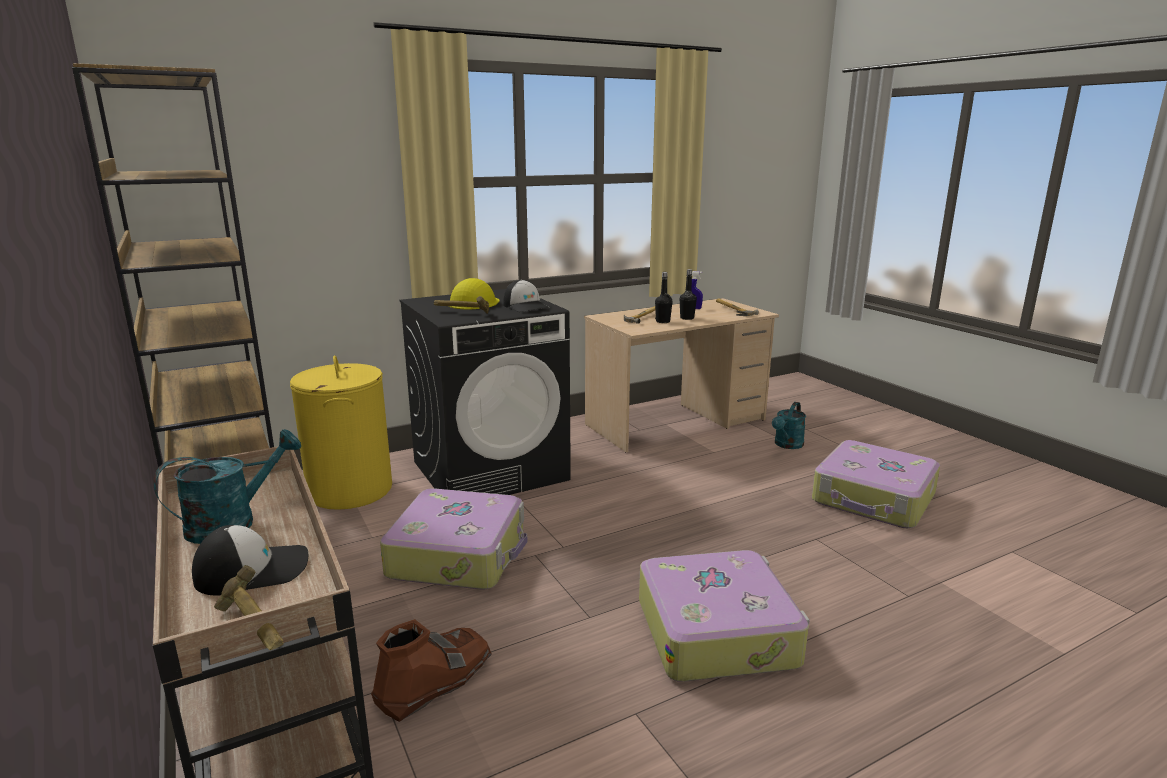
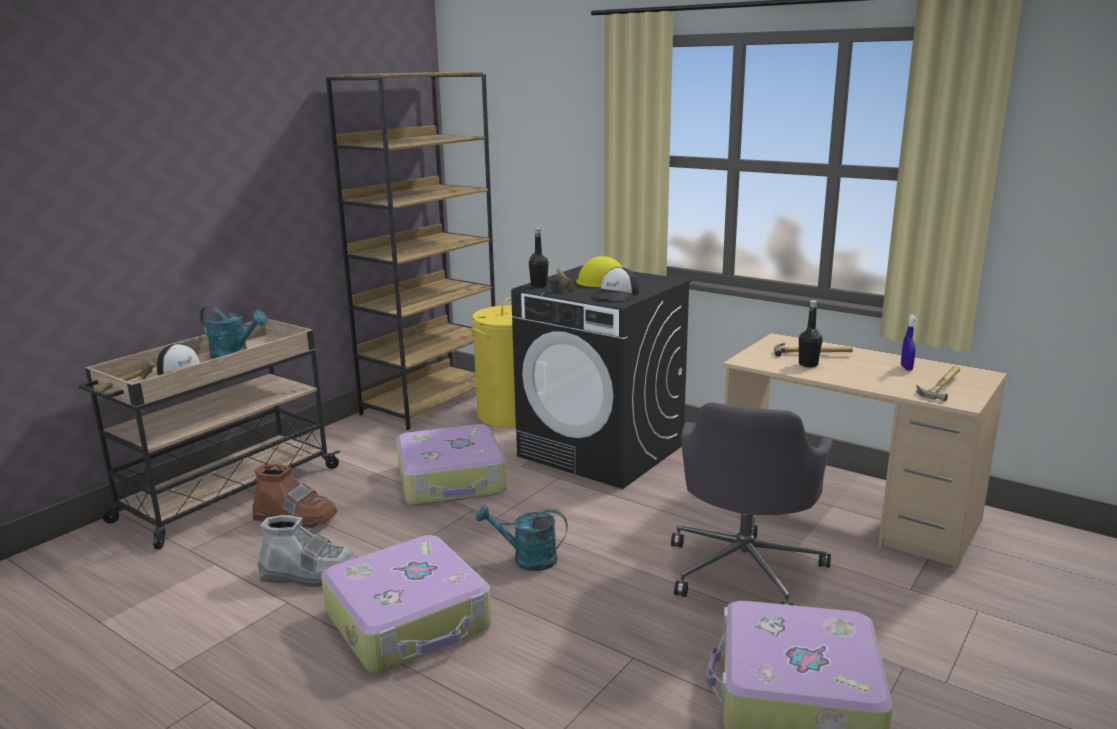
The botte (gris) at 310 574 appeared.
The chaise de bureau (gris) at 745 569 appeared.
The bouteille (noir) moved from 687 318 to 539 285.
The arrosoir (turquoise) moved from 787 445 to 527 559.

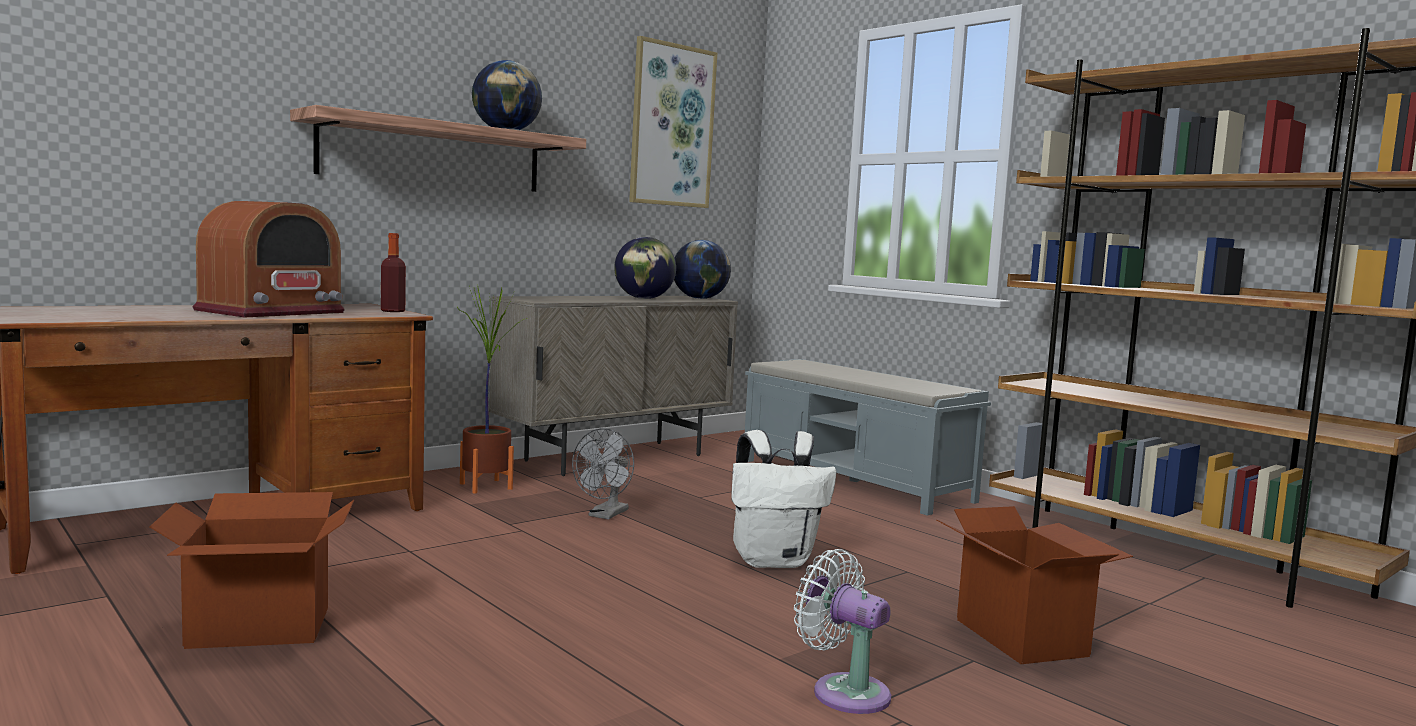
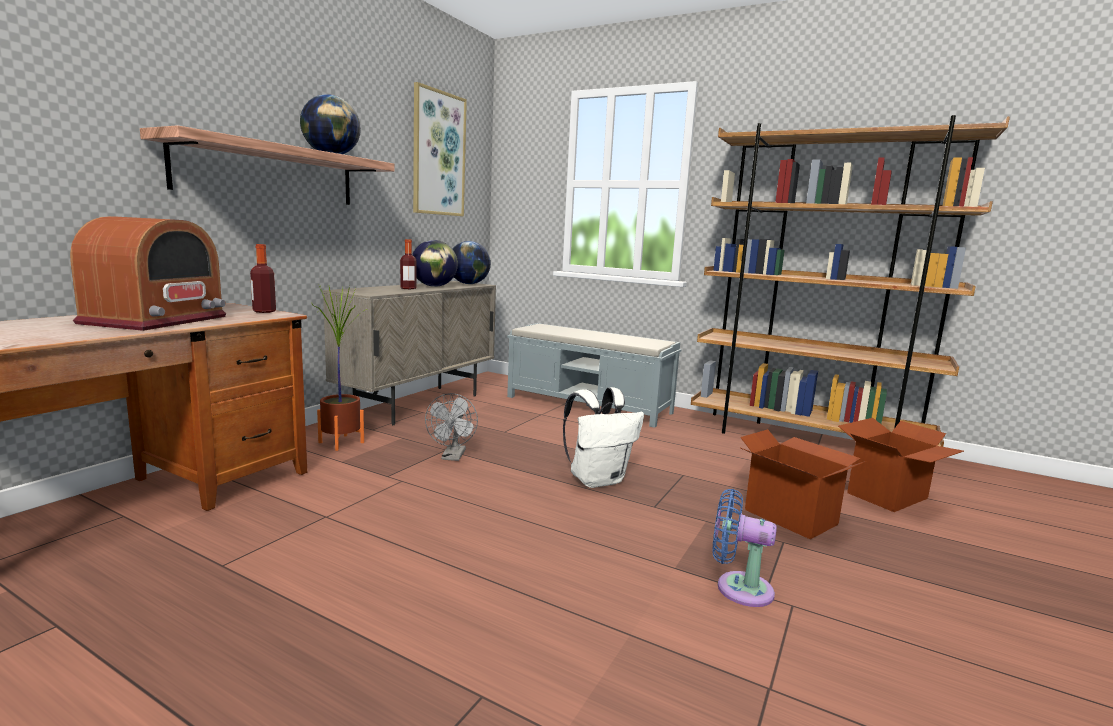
The bouteille at 408 288 appeared.
The carton moved from 259 629 to 888 496.
The ventilateur (blanc) at 844 691 became the ventilateur (bleu) at 738 588.

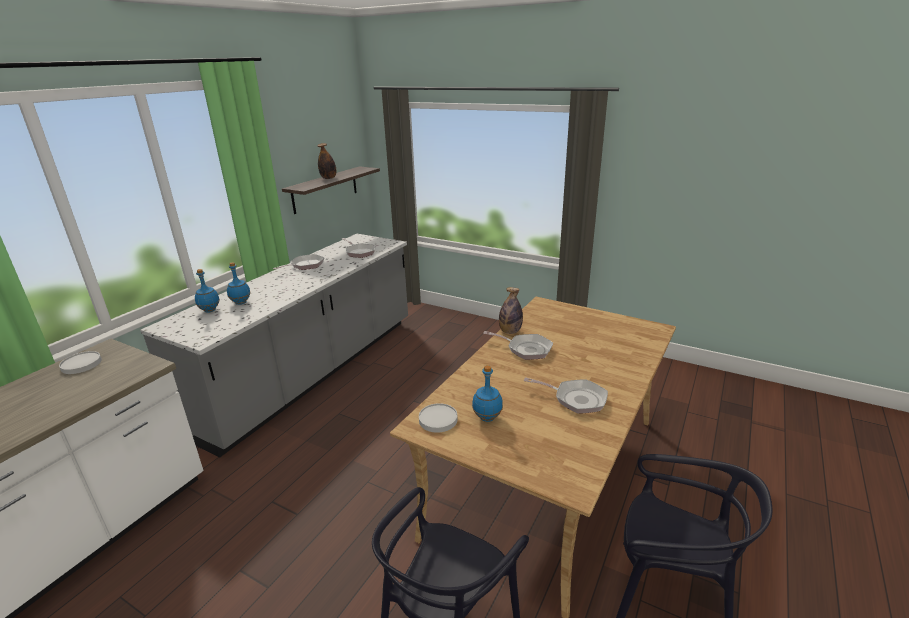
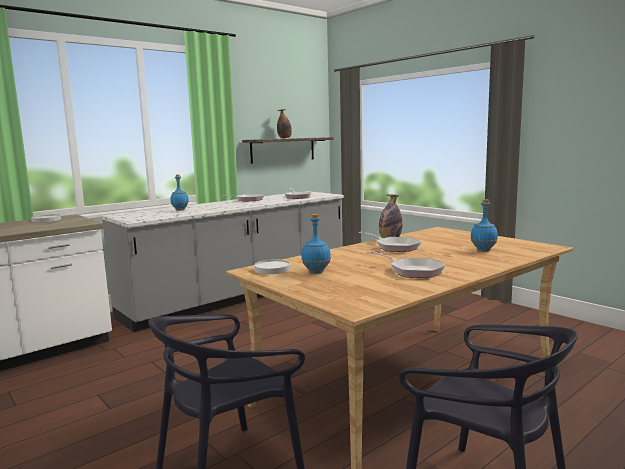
The bouteille (bleu) moved from 210 310 to 483 250.

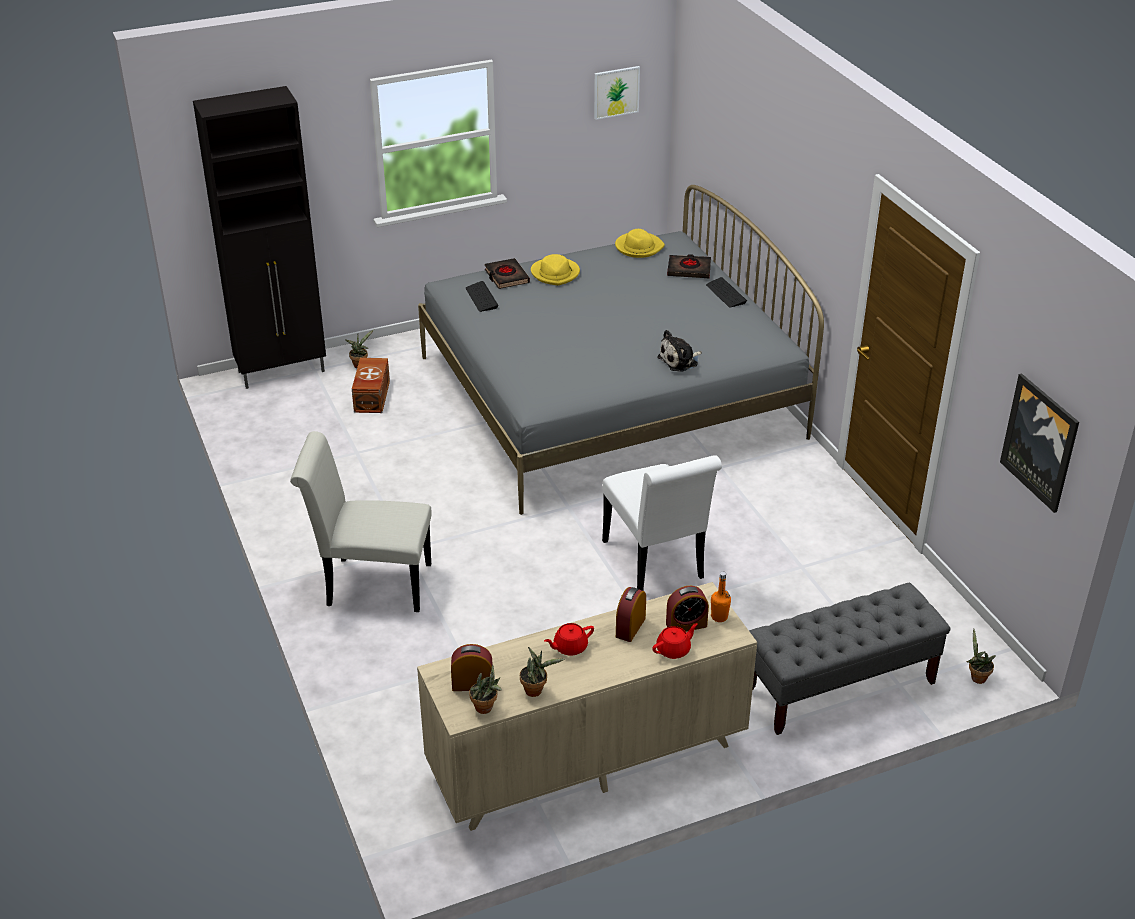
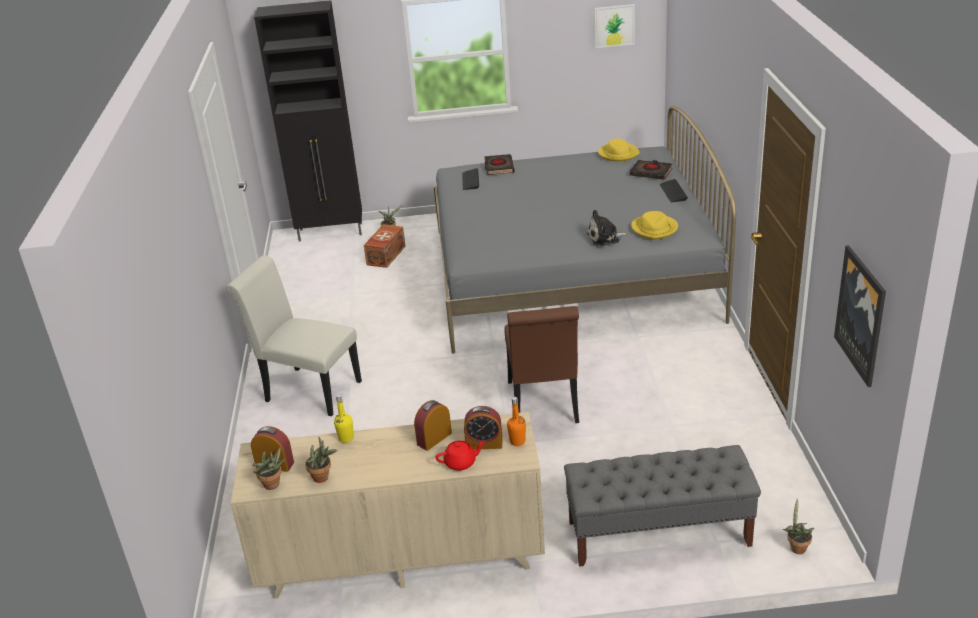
The théière (rouge) at 569 647 disappeared.
The bouteille (jaune) at 346 438 appeared.
The chapeau (jaune) moved from 555 273 to 655 229.
The chaise (blanc) at 656 564 became the chaise (marron) at 543 406.

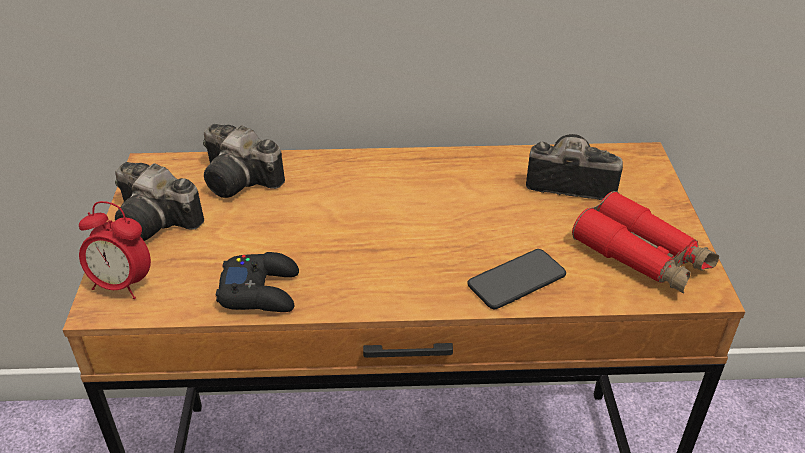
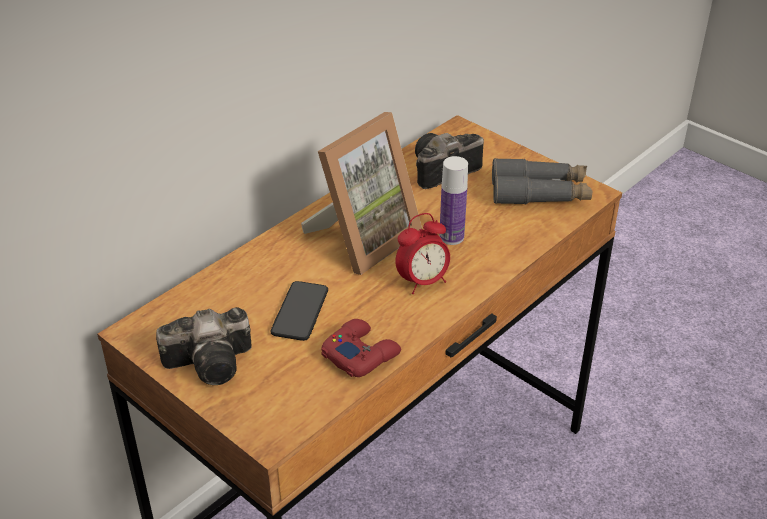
The appareil photo at 242 181 disappeared.
The cadre photo at 363 238 appeared.
The bouteille at 451 237 appeared.
The réveil moved from 122 285 to 423 282.
The téléphone moved from 516 280 to 300 312.
The manette (noir) at 261 291 became the manette (rouge) at 360 354.
The jumelles (rouge) at 642 257 became the jumelles (gris) at 540 193.

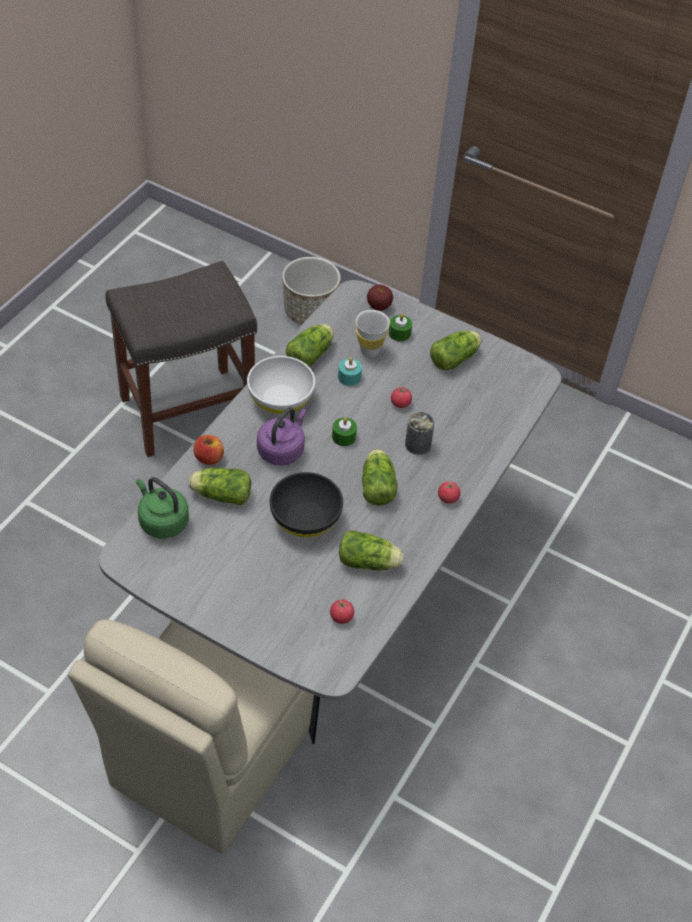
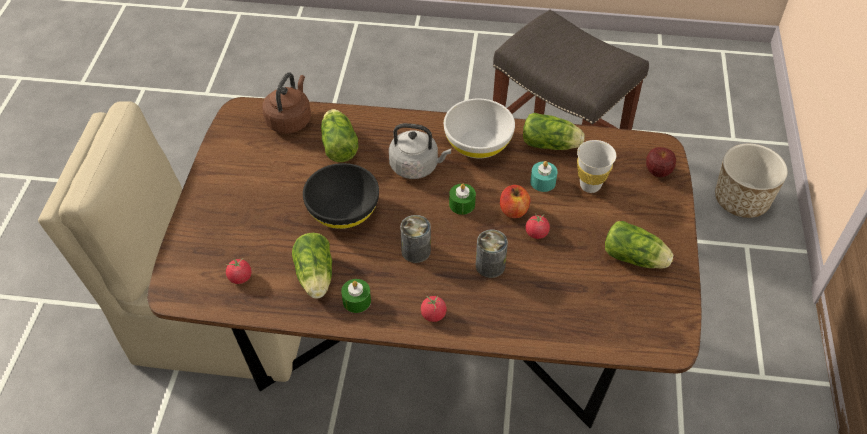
The pomme moved from 209 458 to 514 210.
The bougie (vert) moved from 399 333 to 356 301.
The laitue at 377 485 was replaced by the boîte métallique at 416 251.
The table à manger (gris) at 335 587 became the table à manger (marron) at 432 345.
The bouilloire (vert) at 162 521 became the bouilloire (marron) at 290 120.
The bouilloire (violet) at 282 450 became the bouilloire (gris) at 416 166.

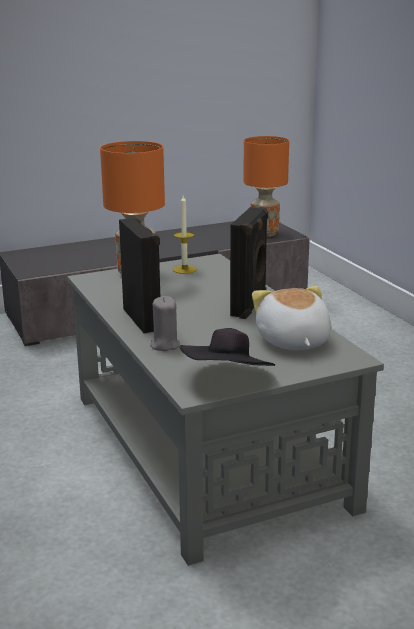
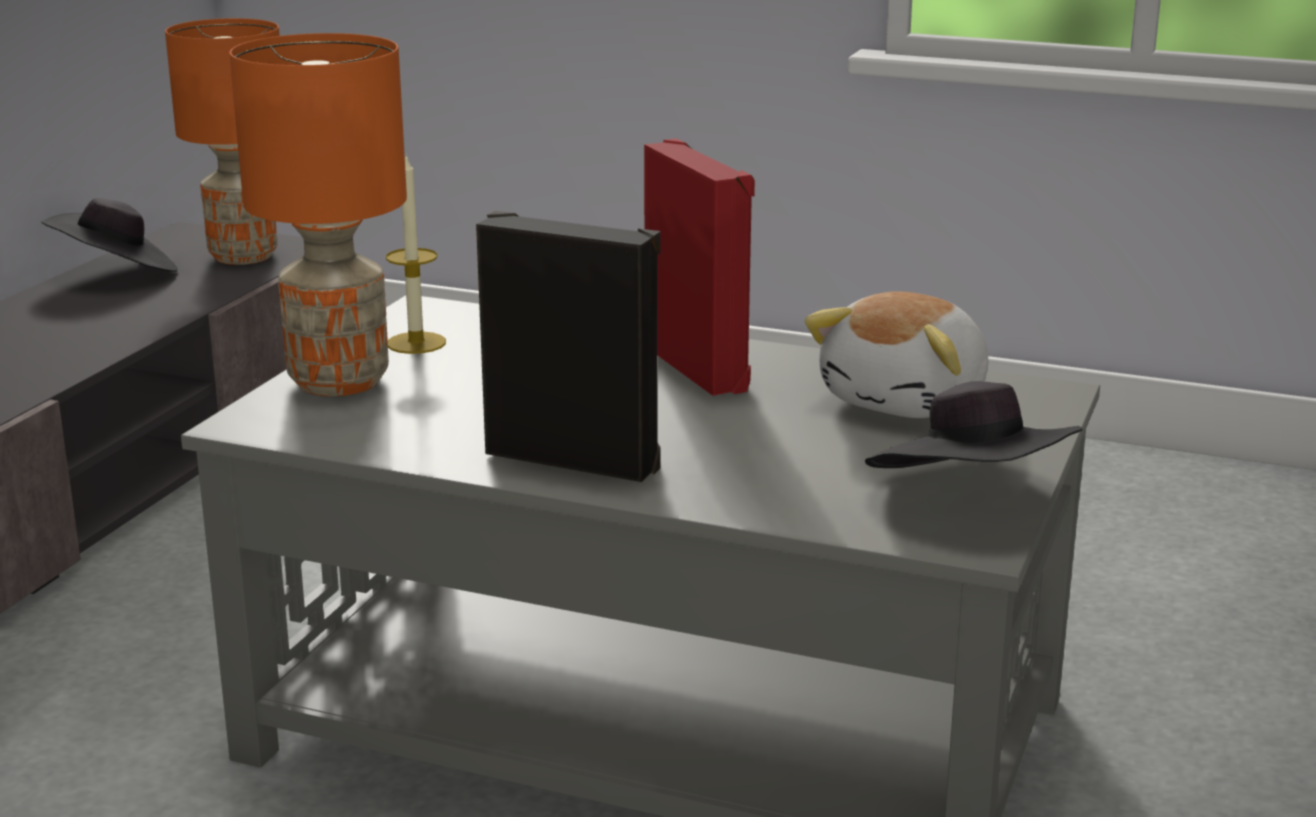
The bougie (gris) at 164 345 disappeared.
The chapeau (noir) at 117 273 appeared.
The enceinte (noir) at 250 306 became the enceinte (rouge) at 699 367.
The peluche at 292 341 turned 90 degrees counterclockwise.

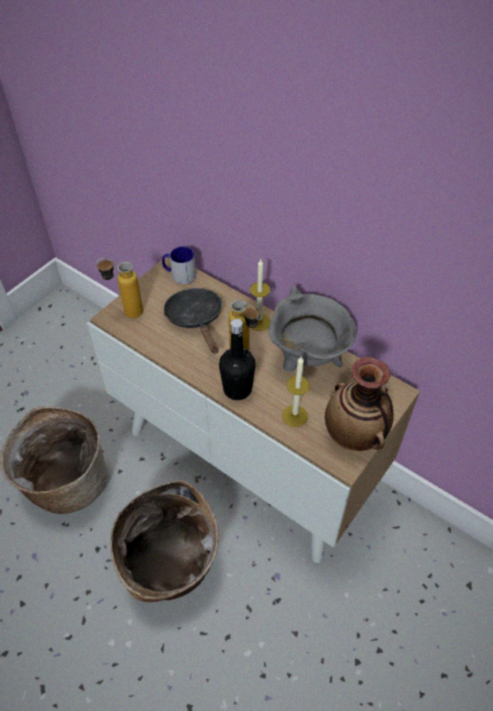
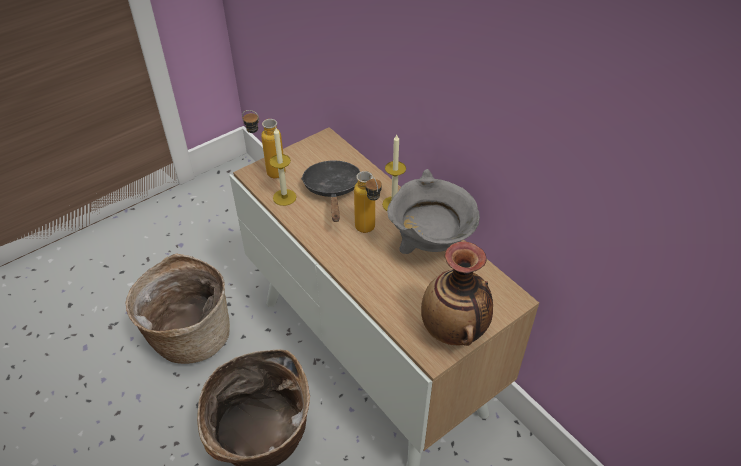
The mug at 179 275 disappeared.
The bouteille (noir) at 237 389 disappeared.
The bougie moved from 294 416 to 284 197.

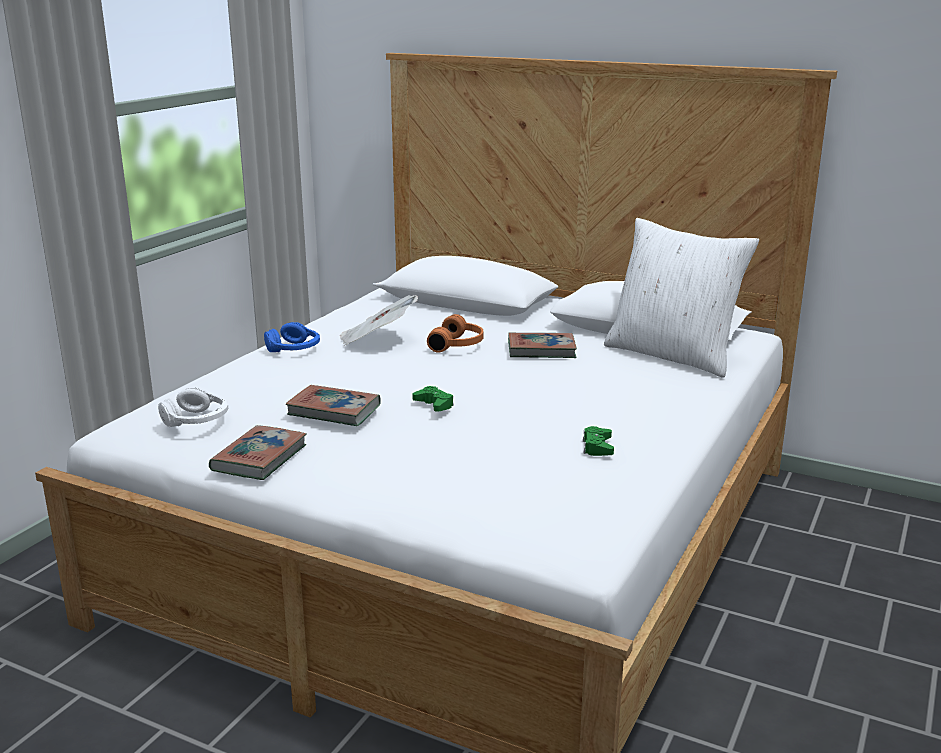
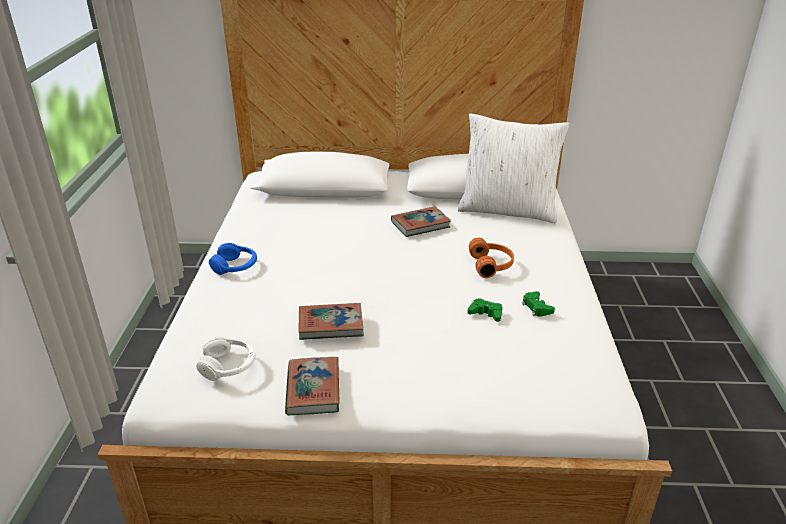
The journal at 377 341 disappeared.
The manette (vert) moved from 434 404 to 486 313.
The casque audio (orange) moved from 459 345 to 492 265.

